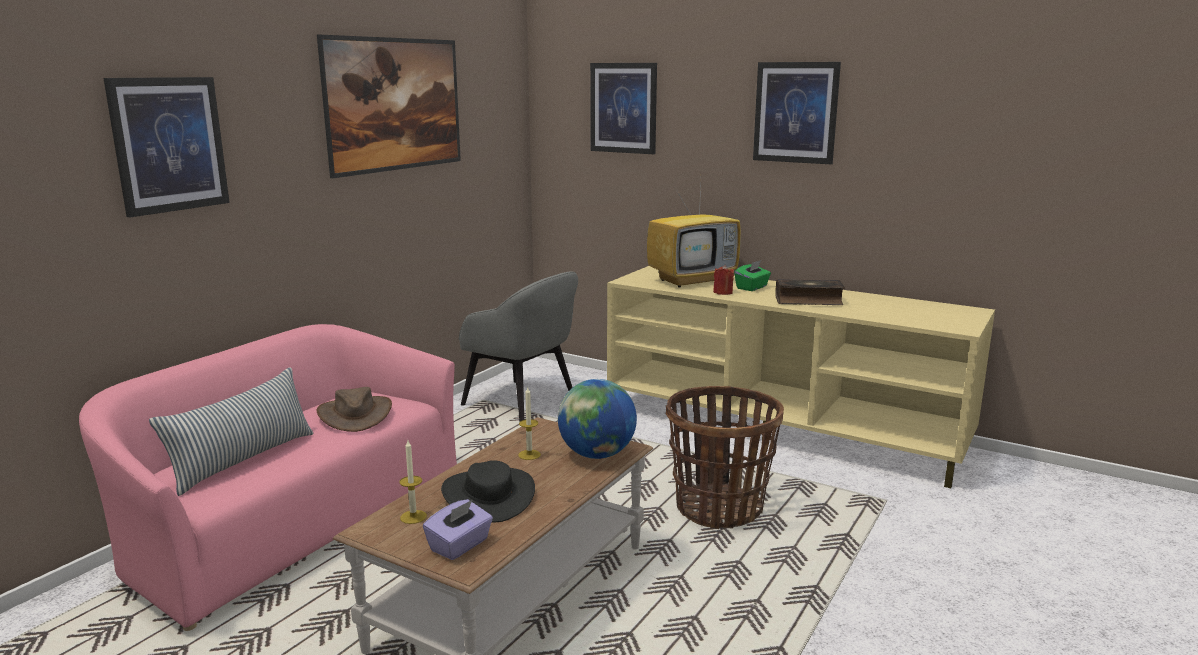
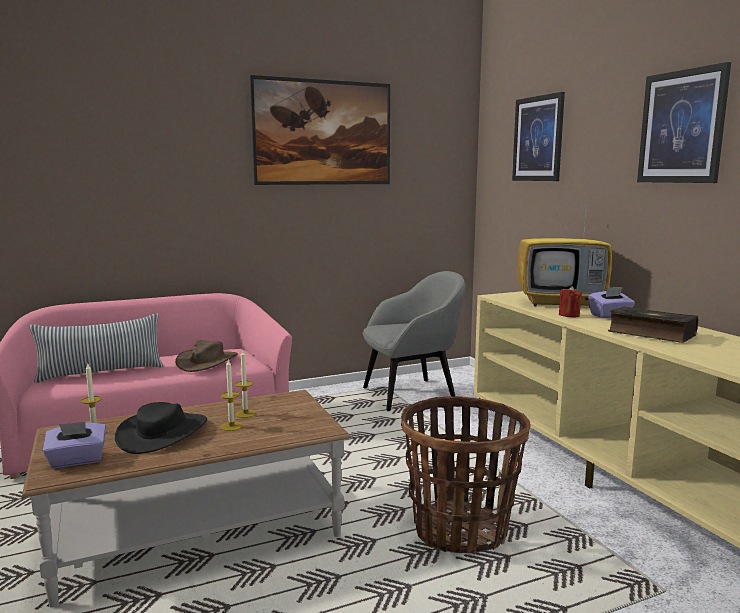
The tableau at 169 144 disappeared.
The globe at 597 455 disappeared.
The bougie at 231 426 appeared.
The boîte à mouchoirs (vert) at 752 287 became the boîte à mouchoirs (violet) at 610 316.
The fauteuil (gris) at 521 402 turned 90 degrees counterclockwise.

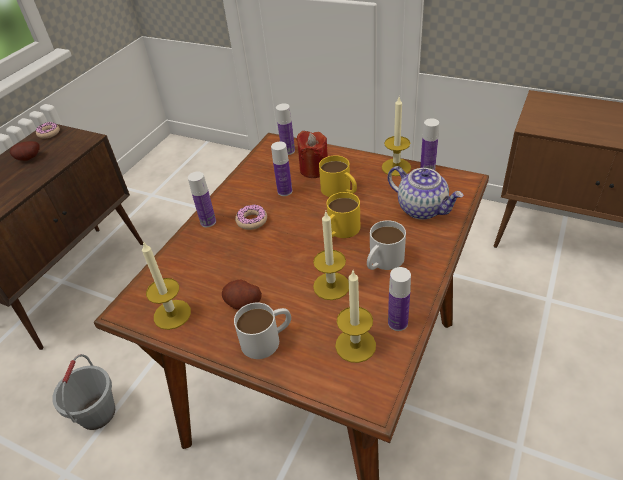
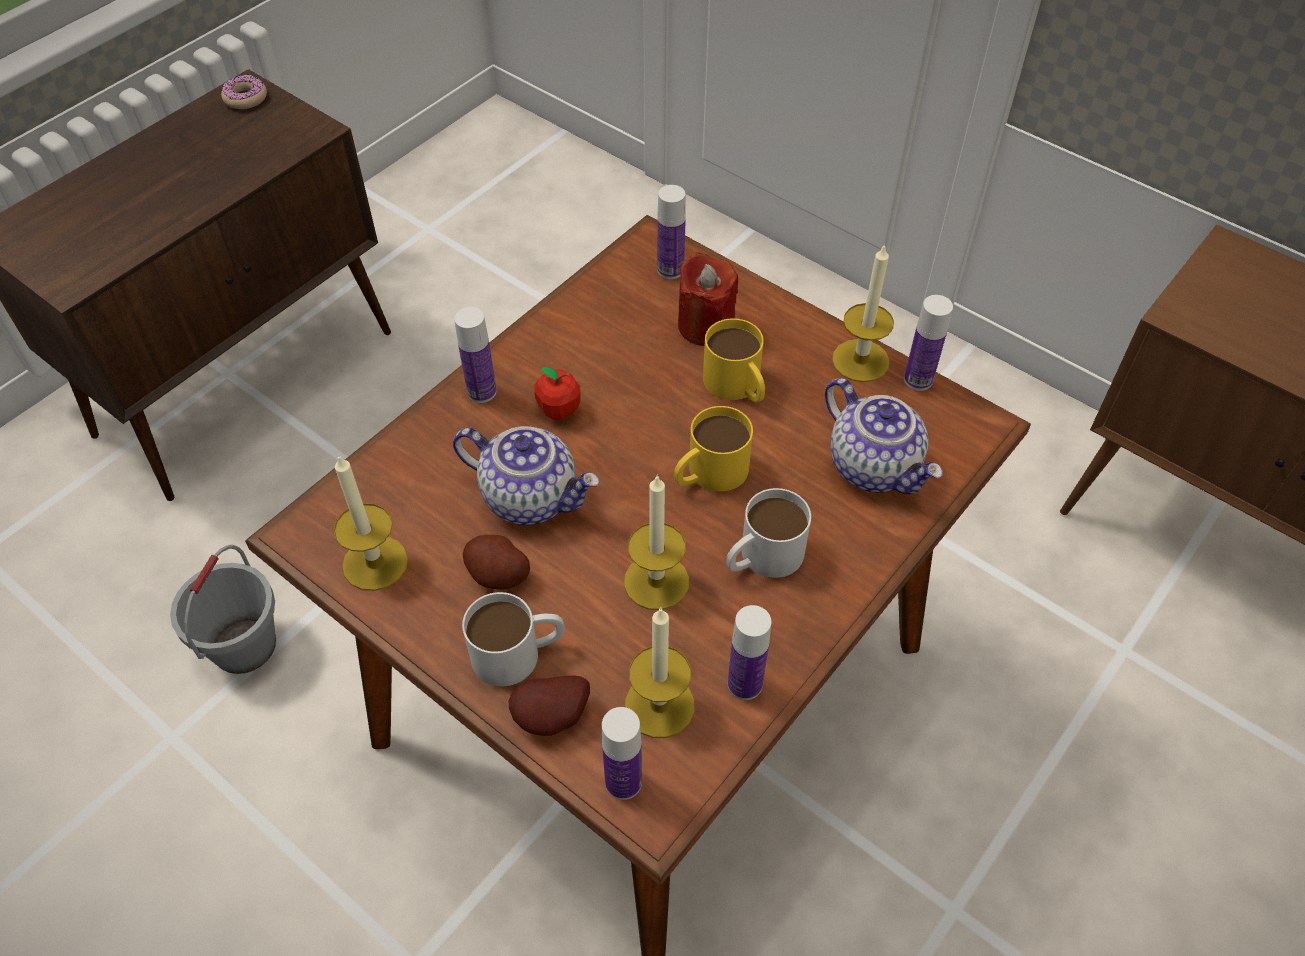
The théière at 531 496 appeared.
The pomme de terre moved from 29 159 to 553 719.
The bouteille moved from 285 191 to 623 782.
The beignet at 252 221 was replaced by the pomme at 559 410.

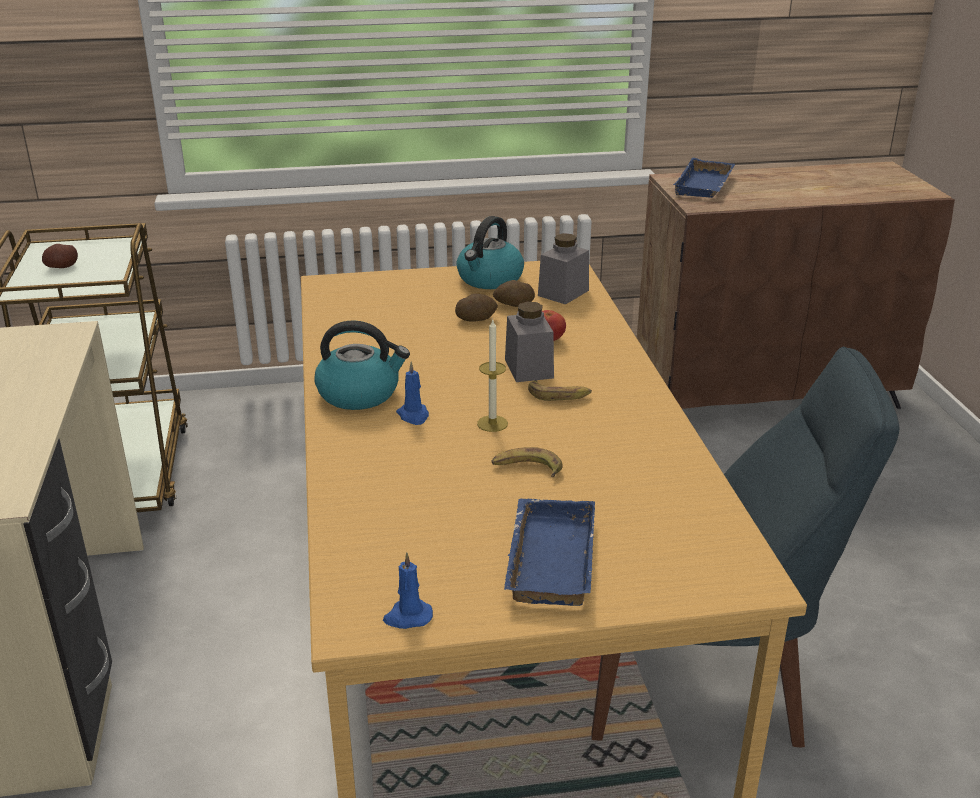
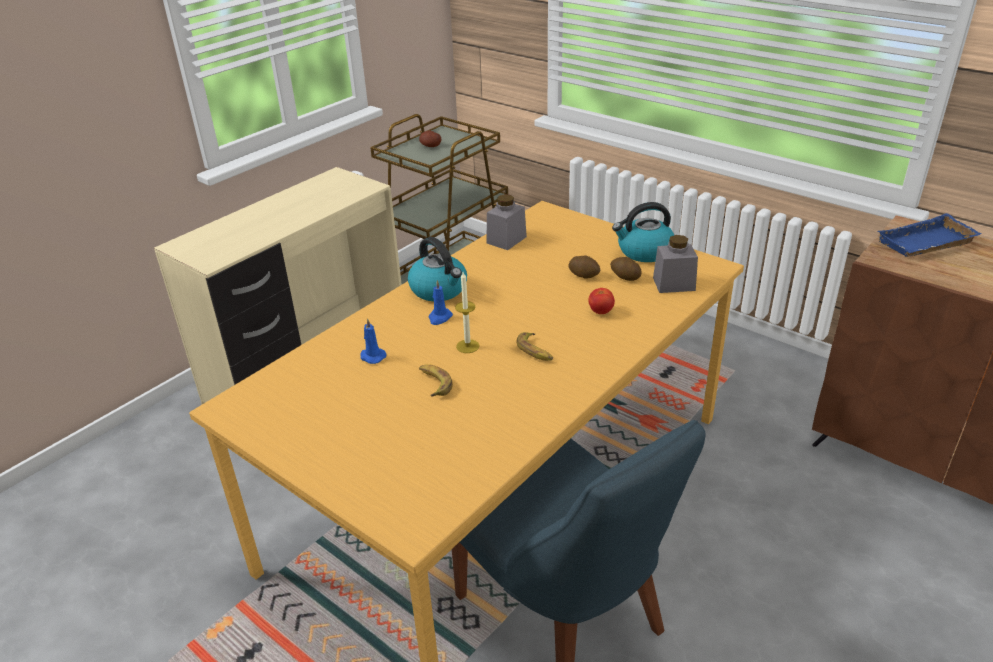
The plateau (bleu) at 547 558 disappeared.
The bougie (bleu) moved from 407 617 to 372 356.
The bocal (gris) moved from 529 369 to 506 240.

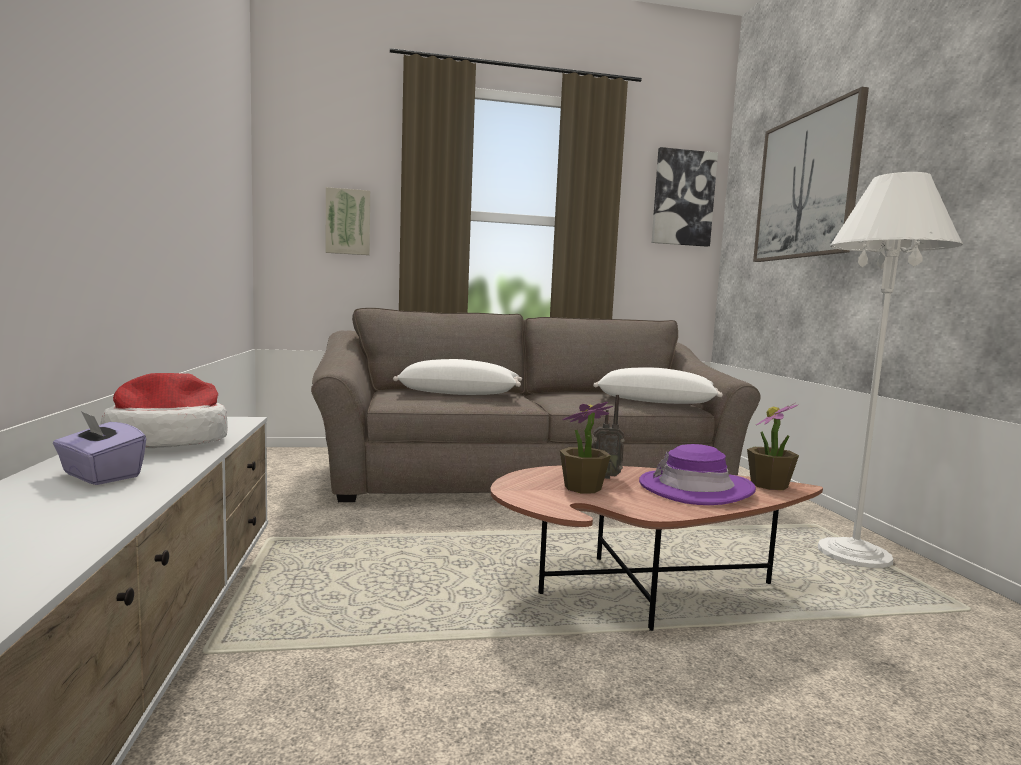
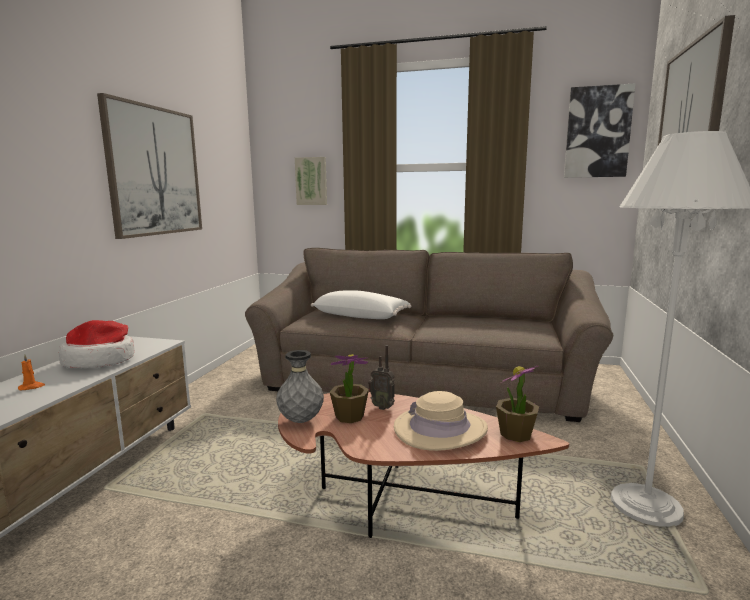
The coussin (blanc) at 656 401 disappeared.
The tableau at 154 171 appeared.
The vase (gris) at 301 420 appeared.
The boîte à mouchoirs (violet) at 100 475 was replaced by the bougie (orange) at 31 387.
The chapeau (violet) at 695 488 became the chapeau (beige) at 440 429.

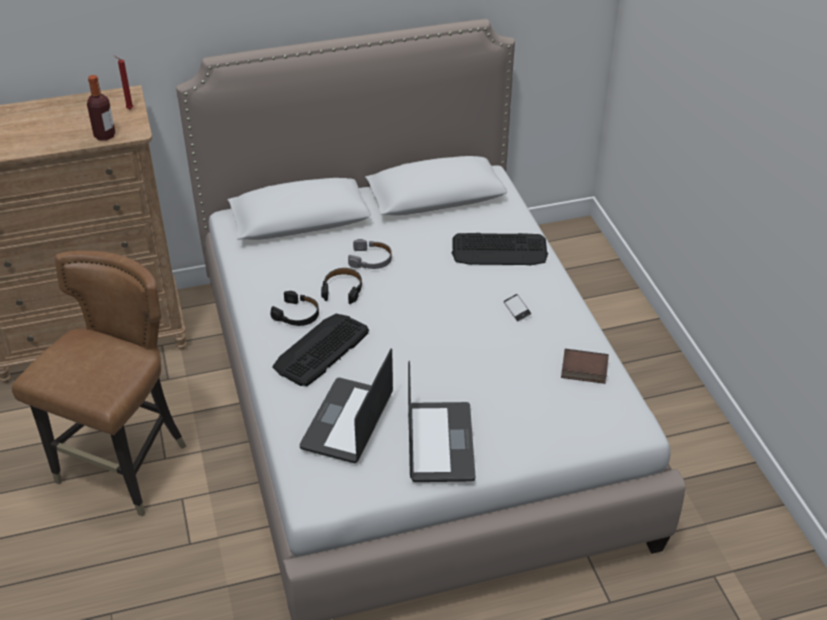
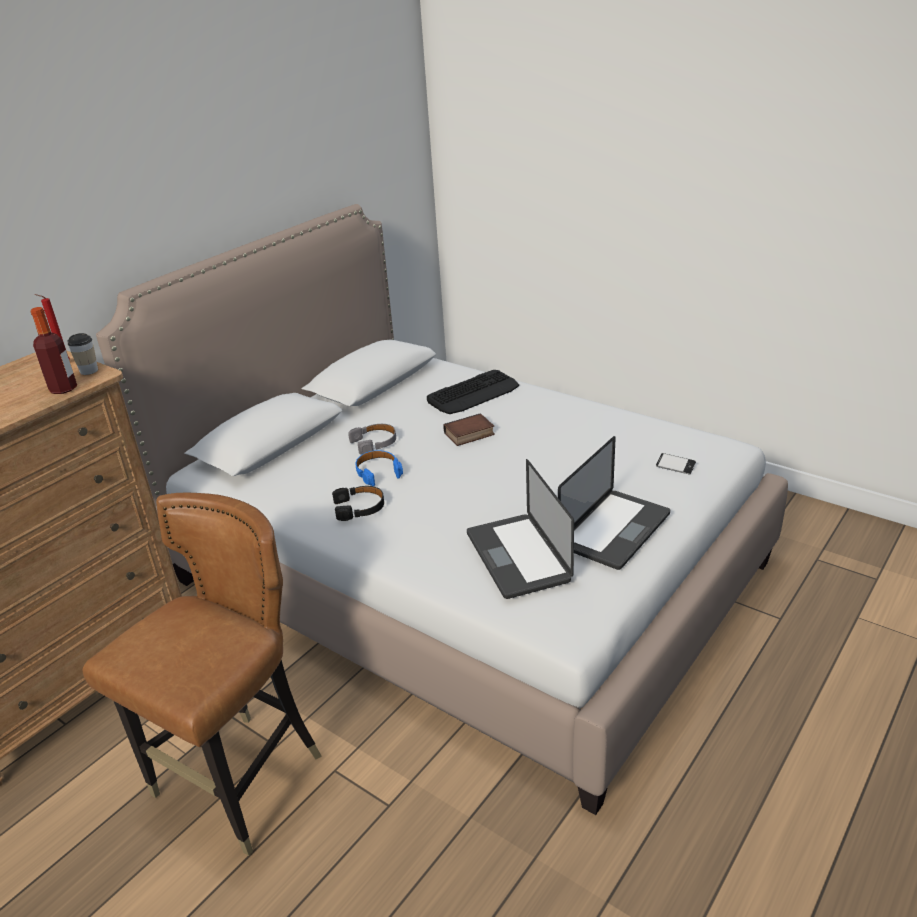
The clavier at 321 350 disappeared.
The tasse at 89 371 appeared.
The téléphone moved from 517 310 to 675 466.
The livre moved from 583 370 to 469 434.
The casque audio (noir) at 342 289 became the casque audio (bleu) at 378 472.
The chaise (marron) at 124 468 turned 45 degrees clockwise.
The ordinateur portable at 440 443 turned 75 degrees clockwise.

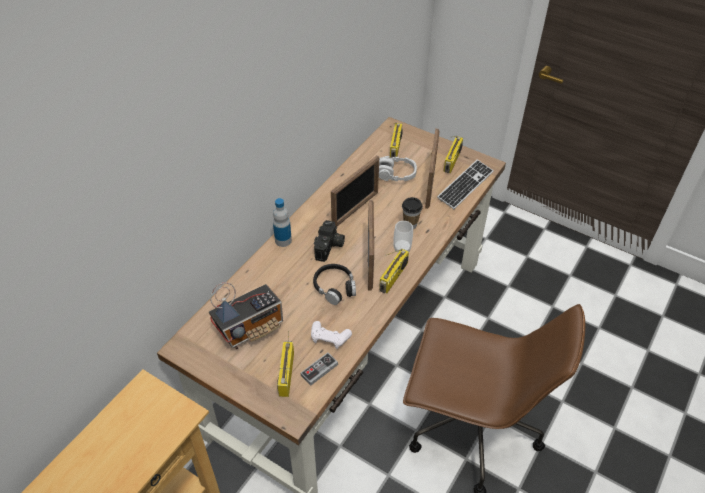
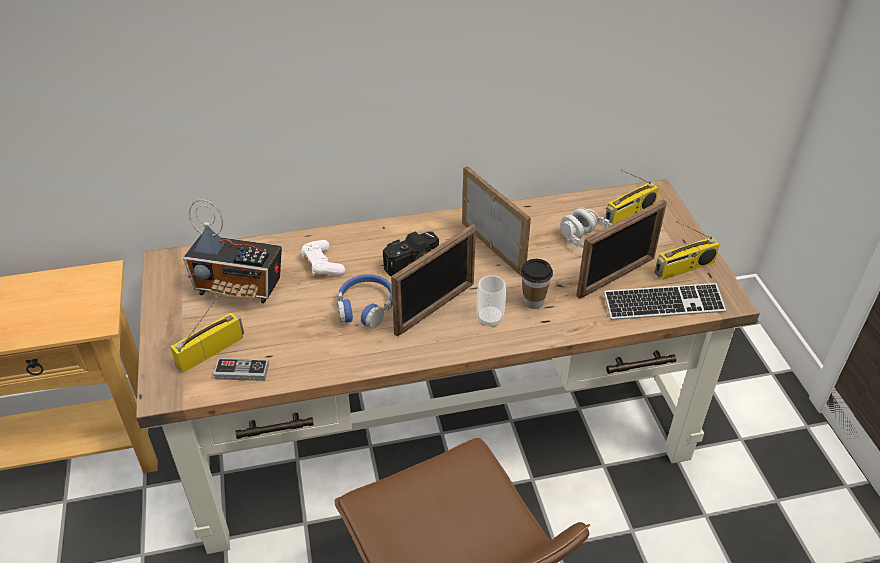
The bouteille at 283 240 disappeared.
The radio at 393 277 disappeared.
The manette (blanc) moved from 329 338 to 322 265.
The casque audio (noir) at 335 287 became the casque audio (bleu) at 365 307.
The cadre photo at 355 209 turned 120 degrees counterclockwise.

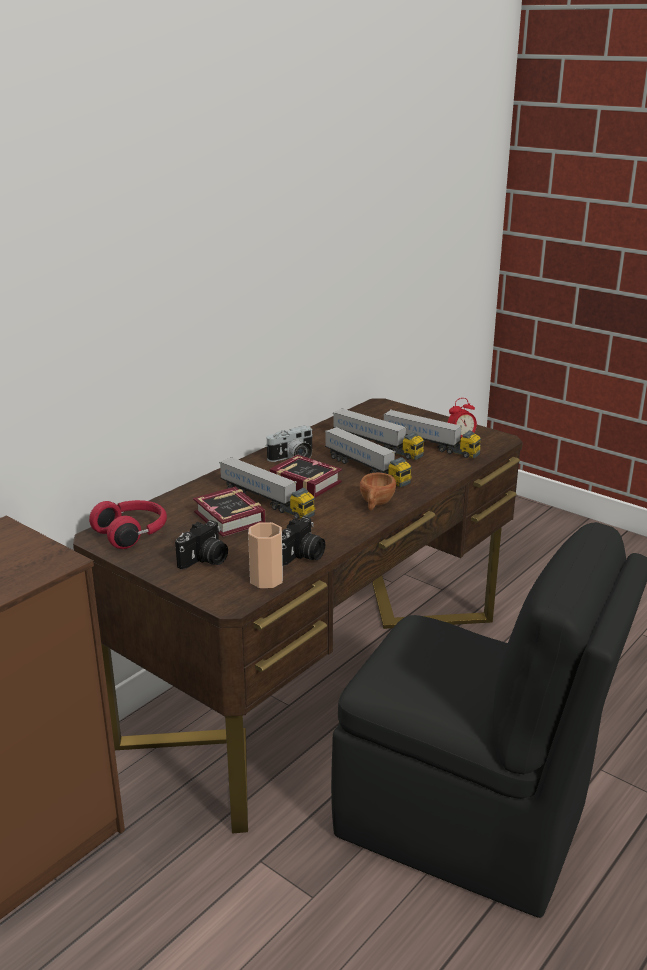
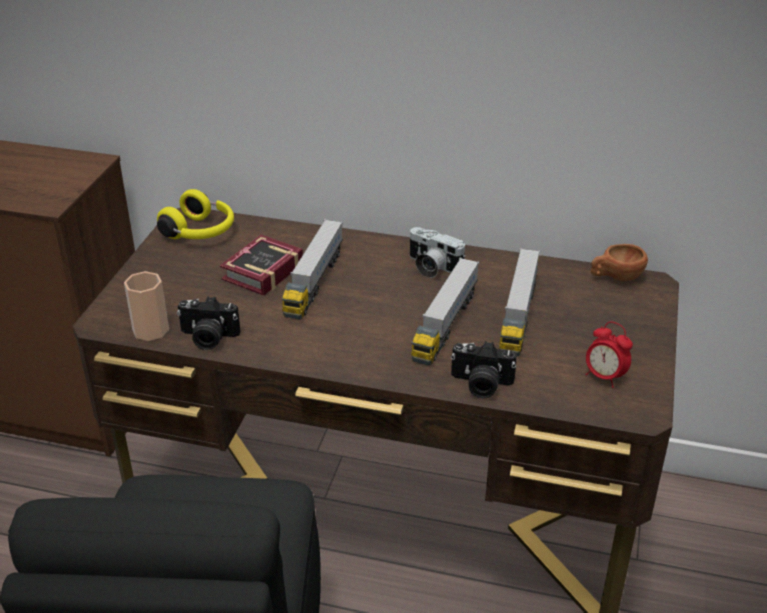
The livre at 304 481 disappeared.
The camion jouet at 430 446 disappeared.
The appareil photo moved from 205 560 to 480 384.
The tasse (marron) moved from 376 504 to 616 277.
The casque audio (rouge) at 133 533 became the casque audio (jaune) at 200 232.

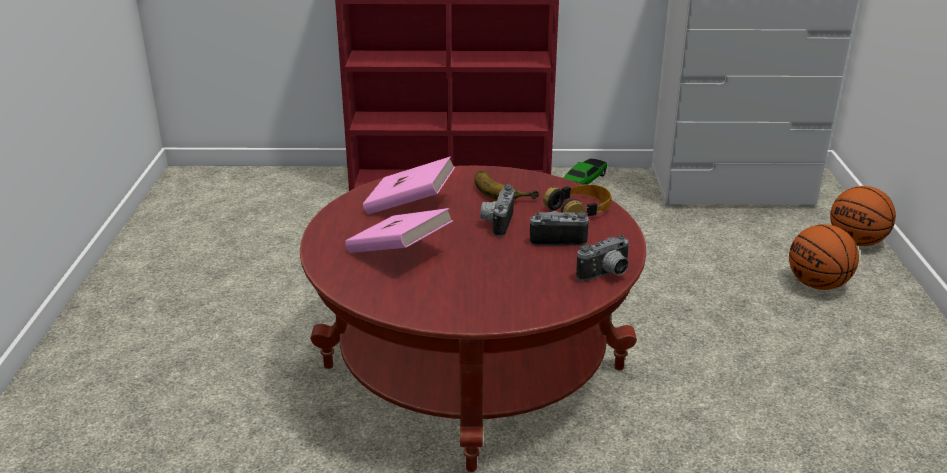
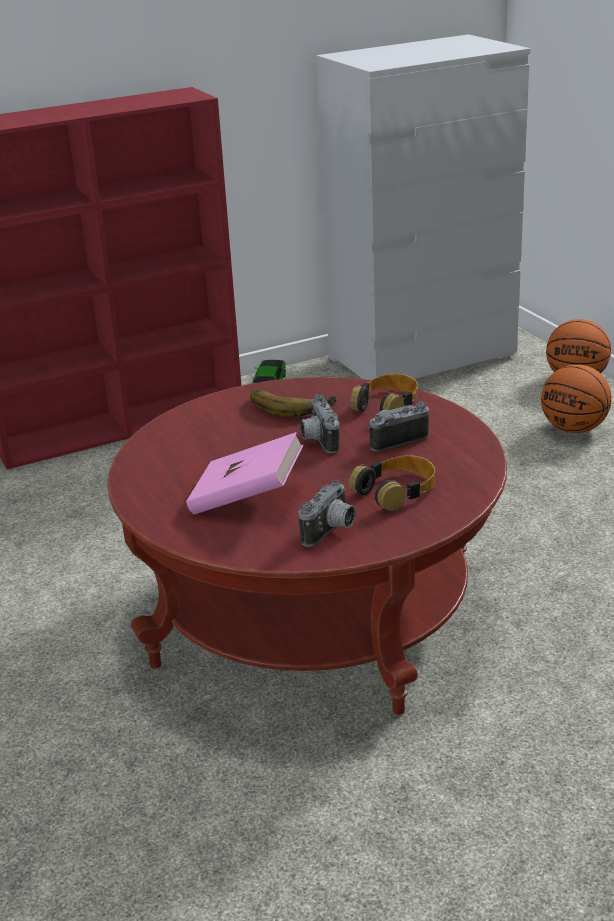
The livre (rose) at 410 205 disappeared.
The casque audio at 396 491 appeared.
The appareil photo moved from 606 275 to 332 531.

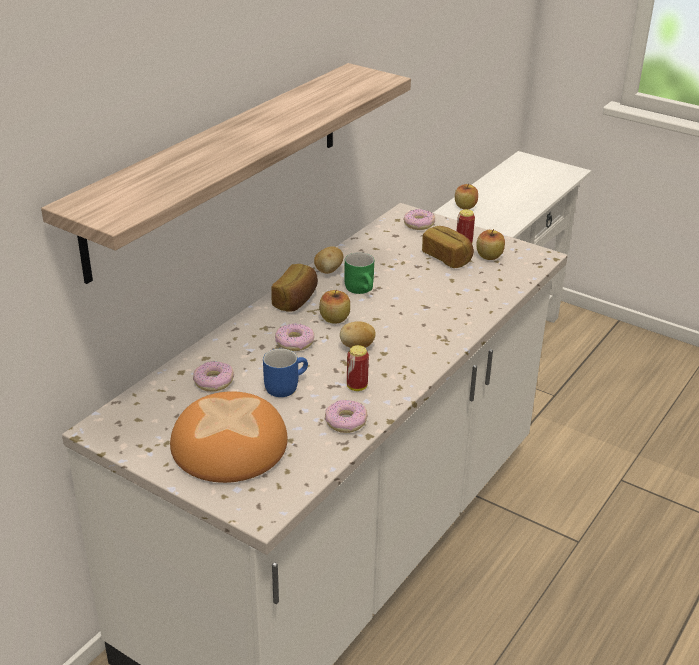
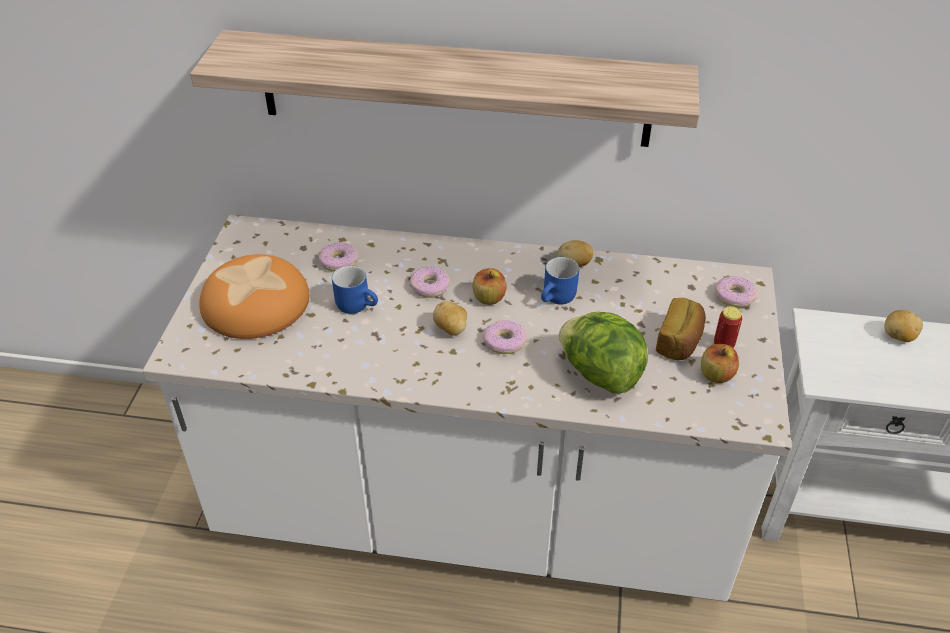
The pain at 296 300 disappeared.
The boîte métallique at 357 387 disappeared.
The laitue at 599 374 appeared.
The beignet moved from 345 422 to 504 342.
The pomme at 465 206 was replaced by the pomme de terre at 898 336.
The mug (vert) at 362 289 became the mug (bleu) at 558 299.

